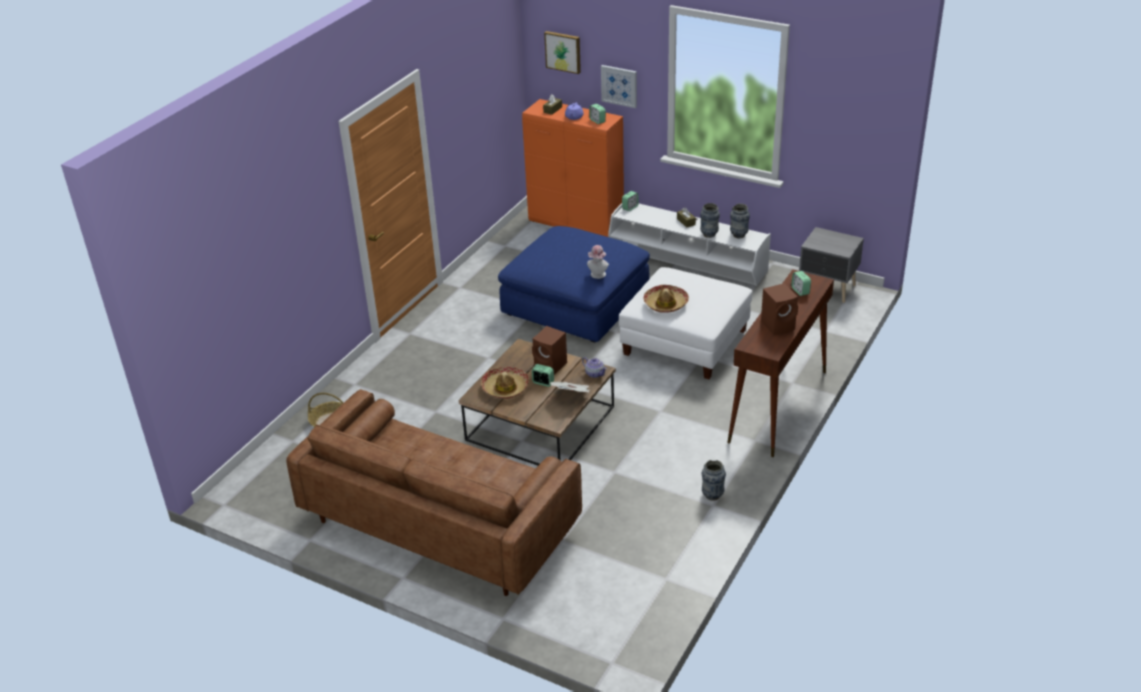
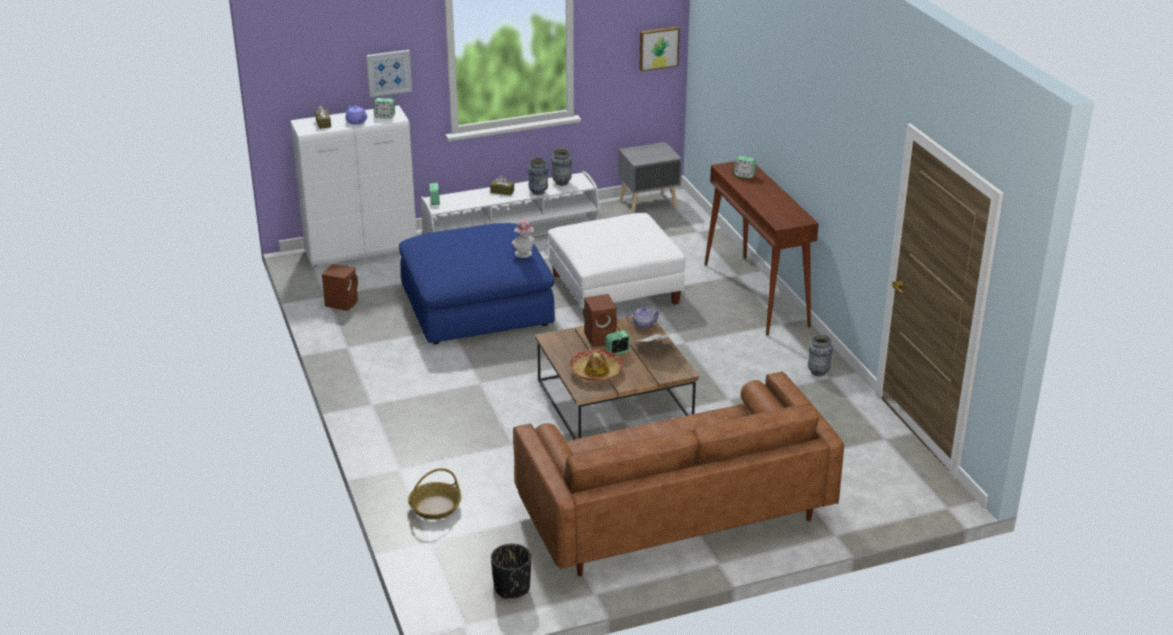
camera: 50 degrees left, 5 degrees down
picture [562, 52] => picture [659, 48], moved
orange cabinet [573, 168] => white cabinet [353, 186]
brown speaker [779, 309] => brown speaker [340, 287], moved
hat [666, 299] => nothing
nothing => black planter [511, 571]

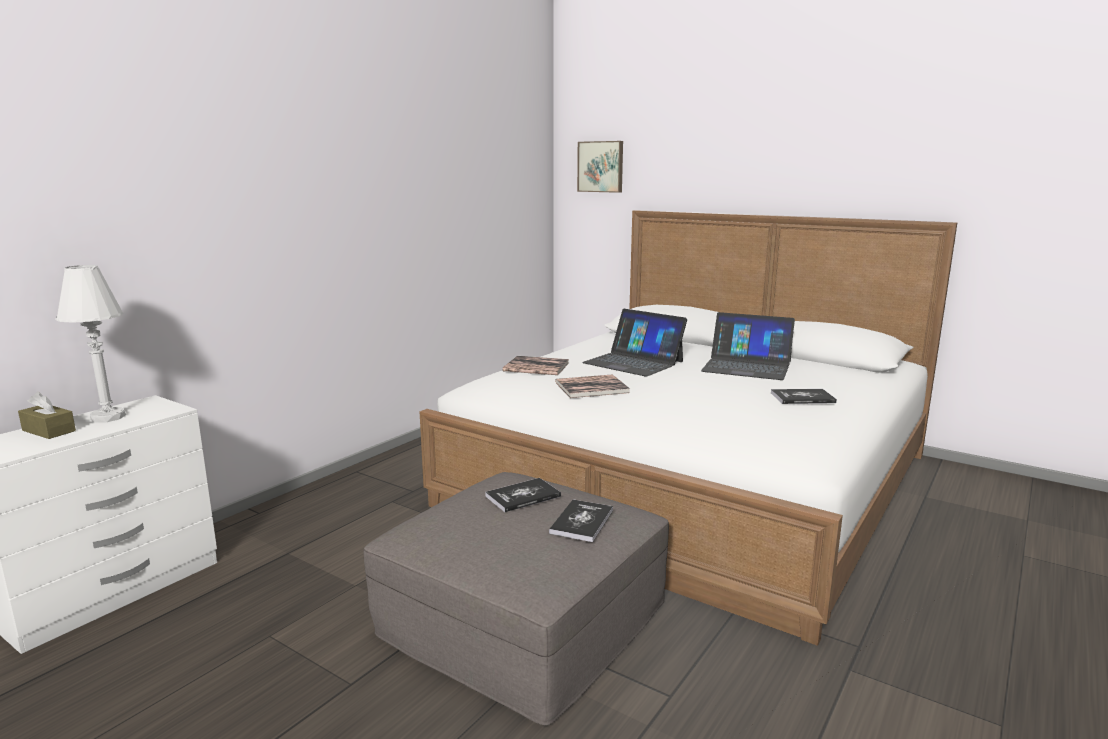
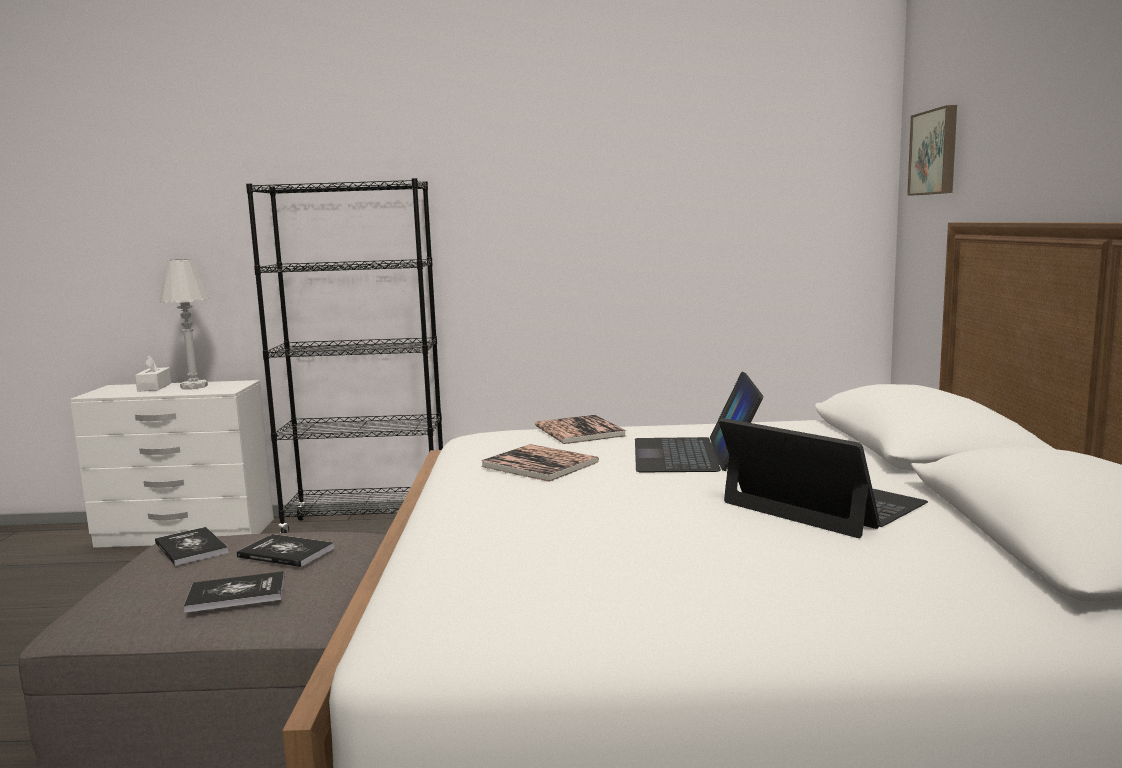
camera: 55 degrees right, 5 degrees down
laptop [748, 346] => laptop [823, 478], 150 degrees clockwise
book [804, 396] => book [192, 546], moved
brown tissue box [47, 415] => white tissue box [153, 373]
nothing => black bookcase [344, 355]

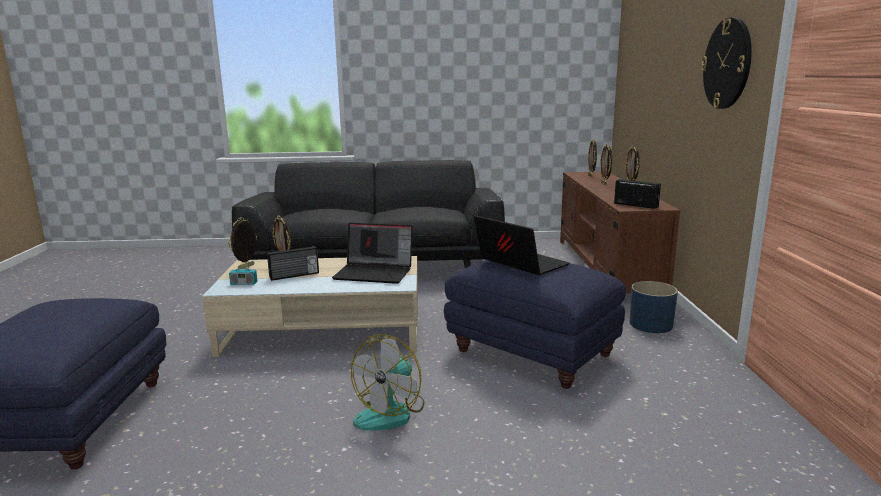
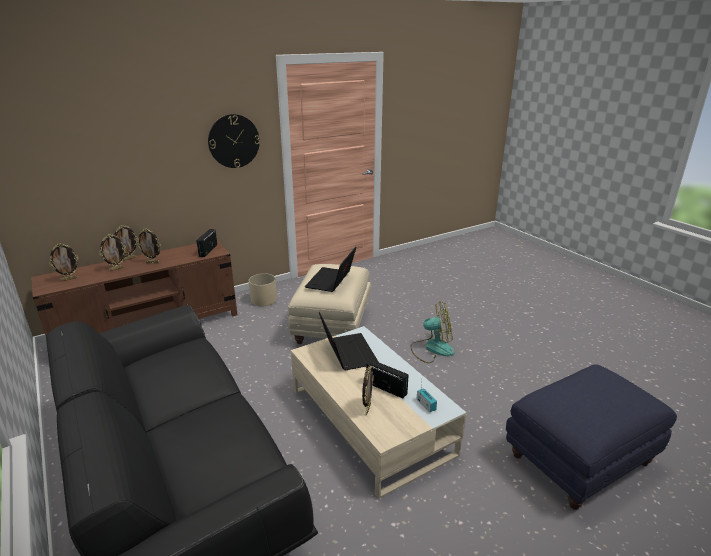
camera: 120 degrees left, 10 degrees up
picture frame [242, 243] => picture frame [149, 246], moved
blue ottoman [535, 324] => beige ottoman [329, 304]
blue planter [654, 307] => beige planter [263, 289]

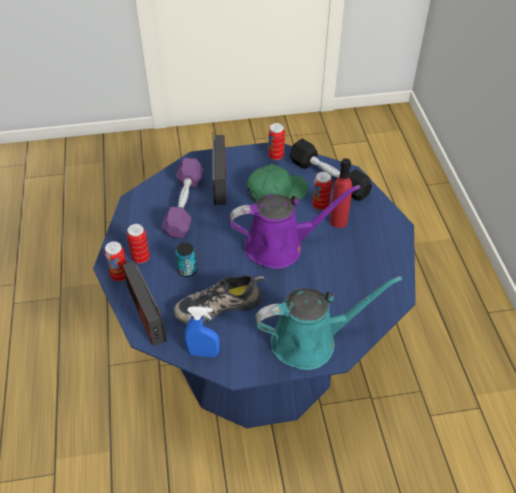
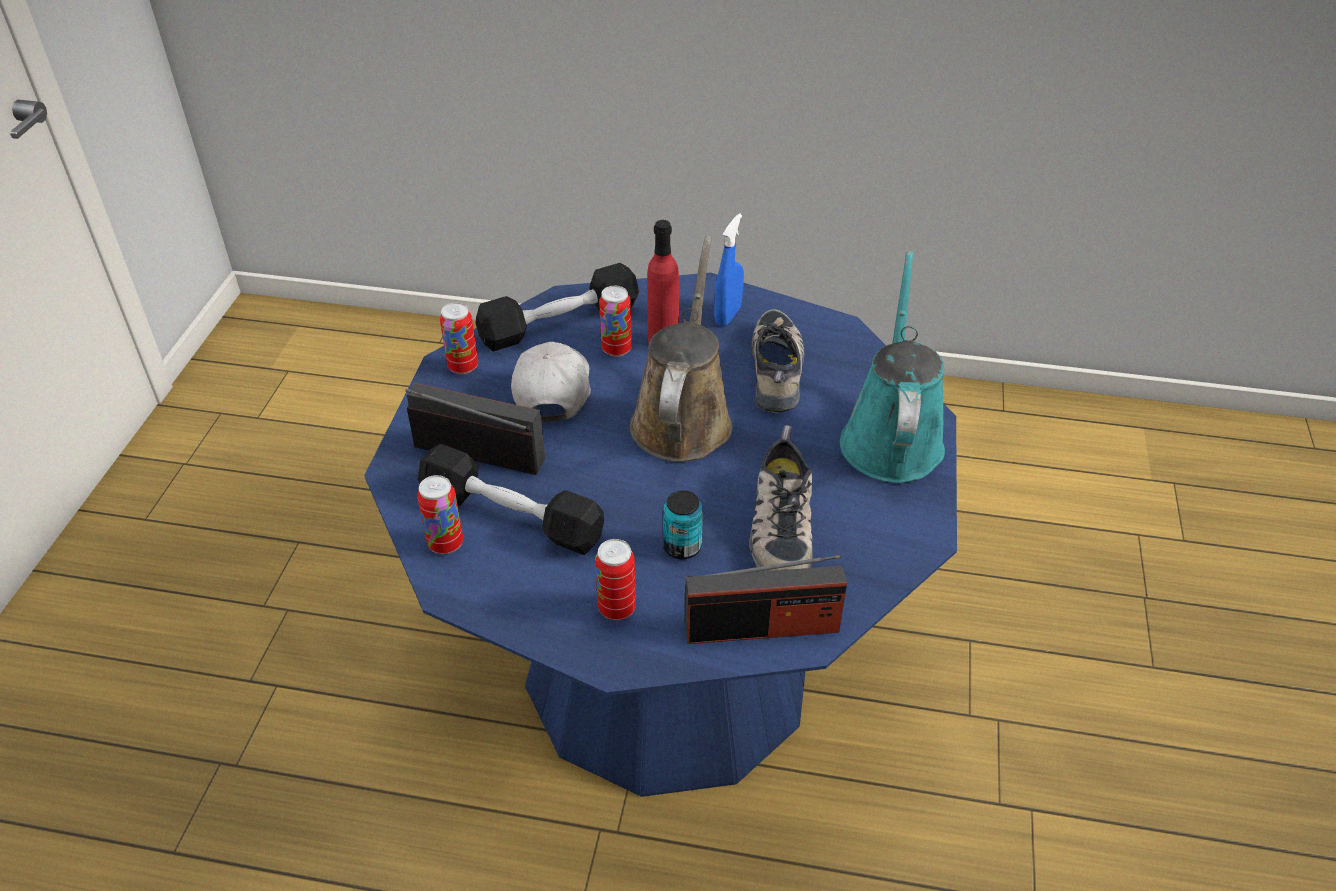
camera: 70 degrees left, 5 degrees down
purple dumbbell [183, 198] => black dumbbell [511, 499]
green cap [277, 183] => white cap [551, 382]
purple watering can [295, 227] => brown watering can [681, 349]
can [115, 261] => can [440, 514], moved
blue spray bottle [202, 331] => blue spray bottle [729, 269], moved
nothing => shoe [778, 361]

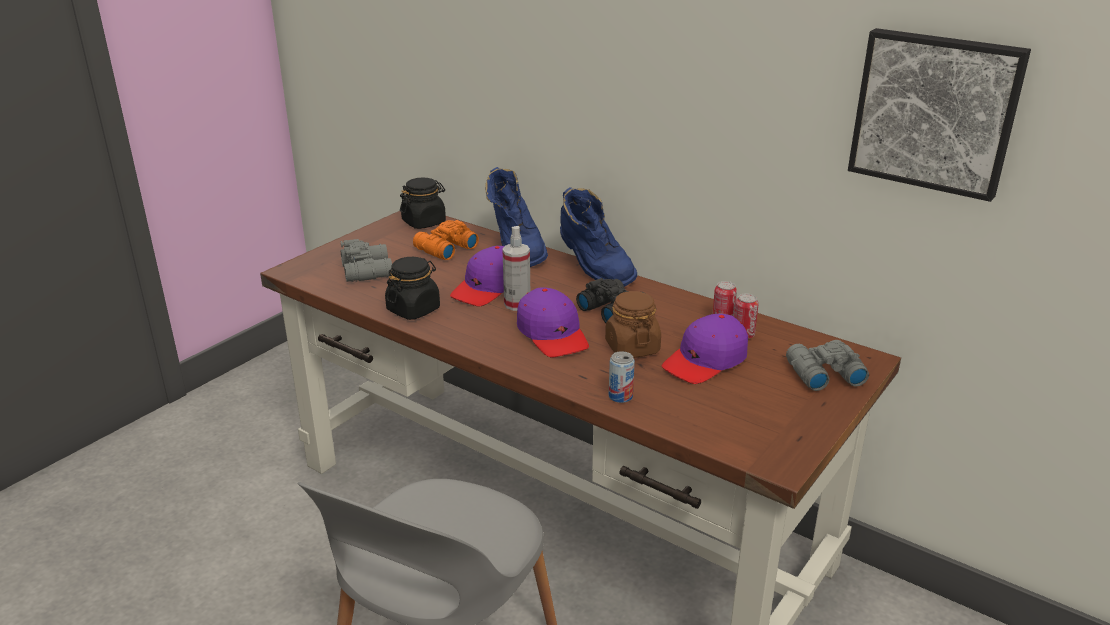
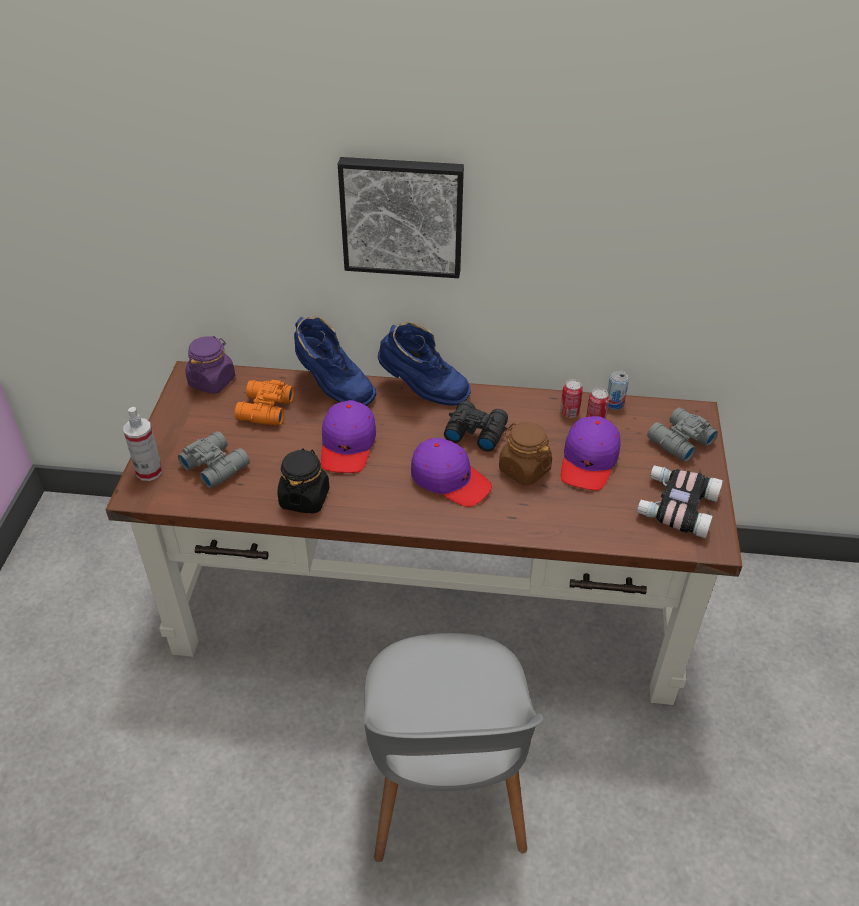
camera: 30 degrees left, 15 degrees up
picture [939, 115] => picture [401, 217], moved
black jar [423, 203] => purple jar [210, 365]
spray bottle [516, 268] => spray bottle [143, 444], moved
can [622, 377] => can [618, 390], moved
nothing => binoculars [680, 501]

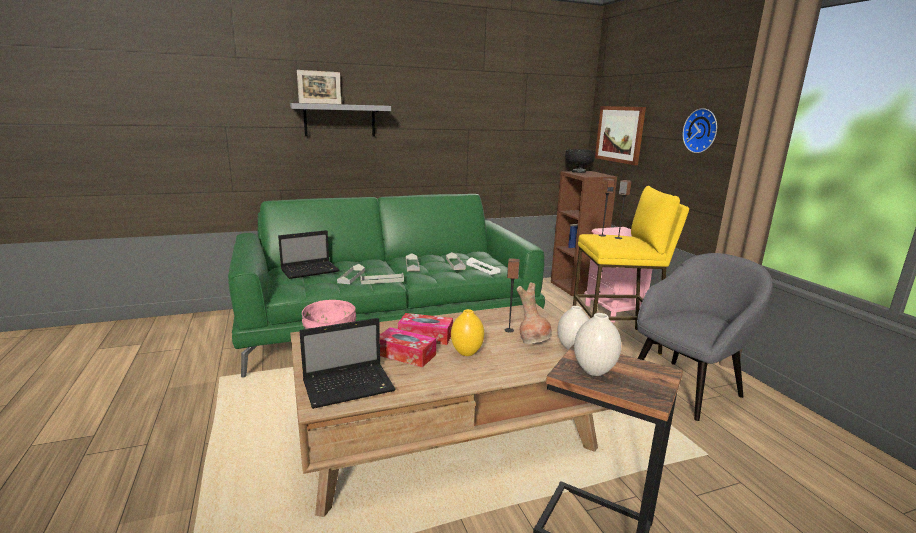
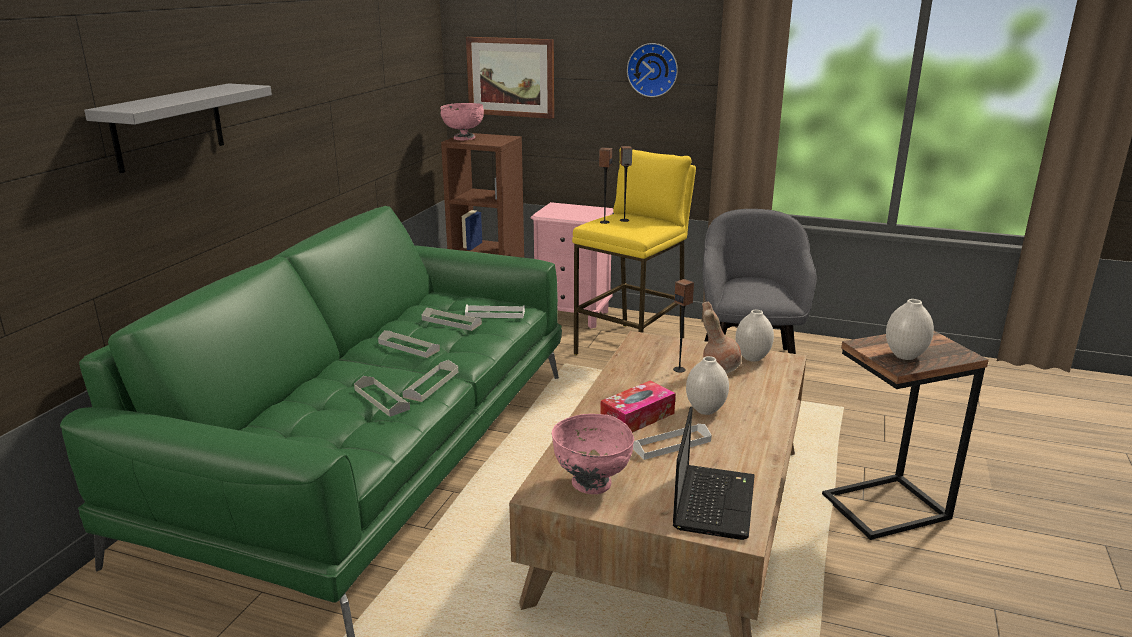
camera: 50 degrees left, 5 degrees up
picture frame [319, 87] => nothing
black bowl [580, 161] => pink bowl [462, 121]
laptop [308, 254] => nothing
yellow vase [467, 332] => white vase [707, 385]
tissue box [408, 347] => white tray [672, 442]

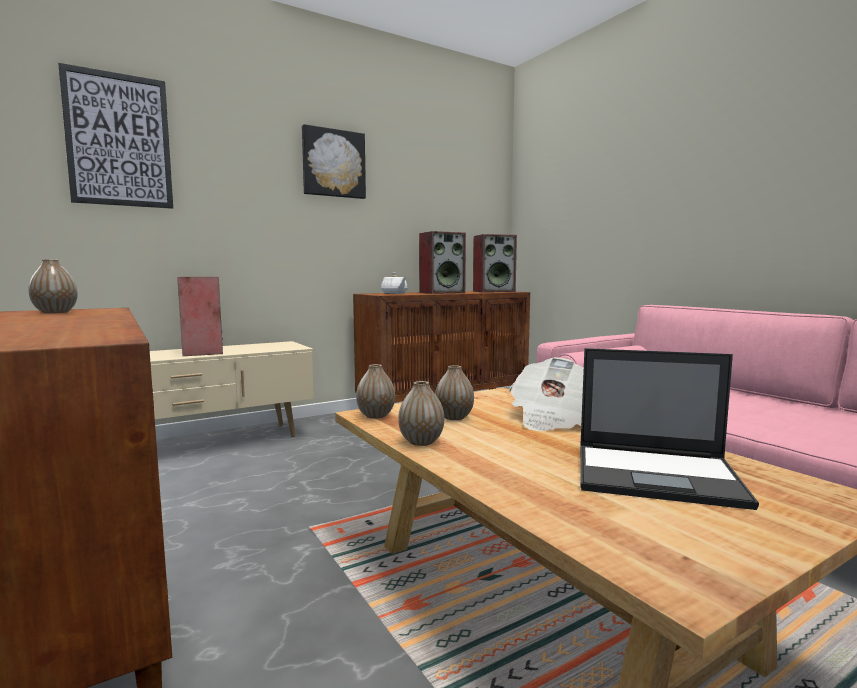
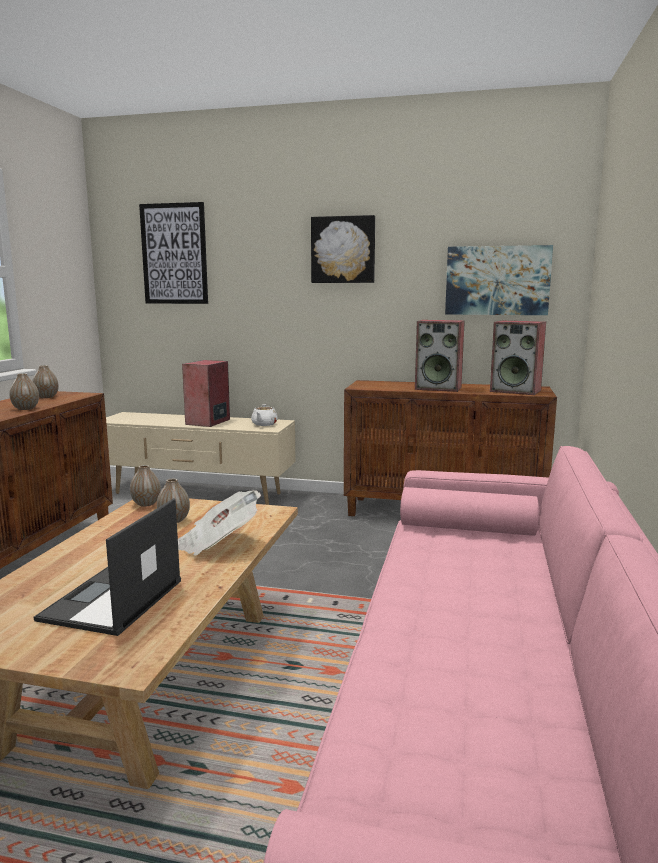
camera: 45 degrees right, 5 degrees up
white teapot [394, 283] => white teapot [264, 415], moved
laptop [669, 429] => laptop [107, 567], 45 degrees clockwise
vase [421, 413] => vase [24, 391], moved
nothing => picture [499, 280]

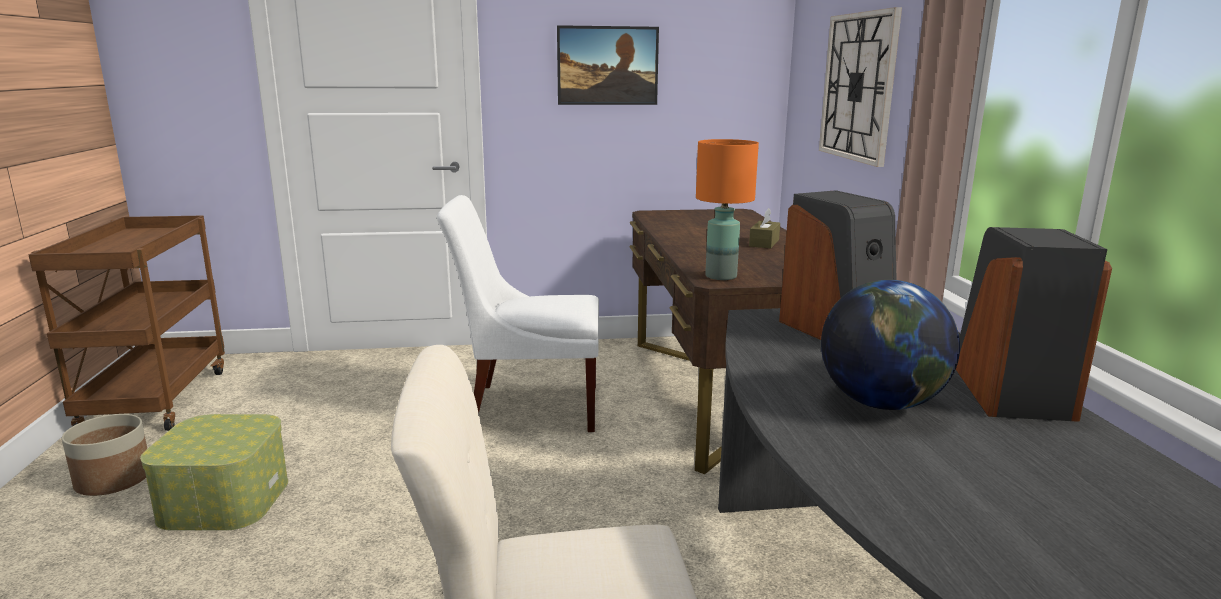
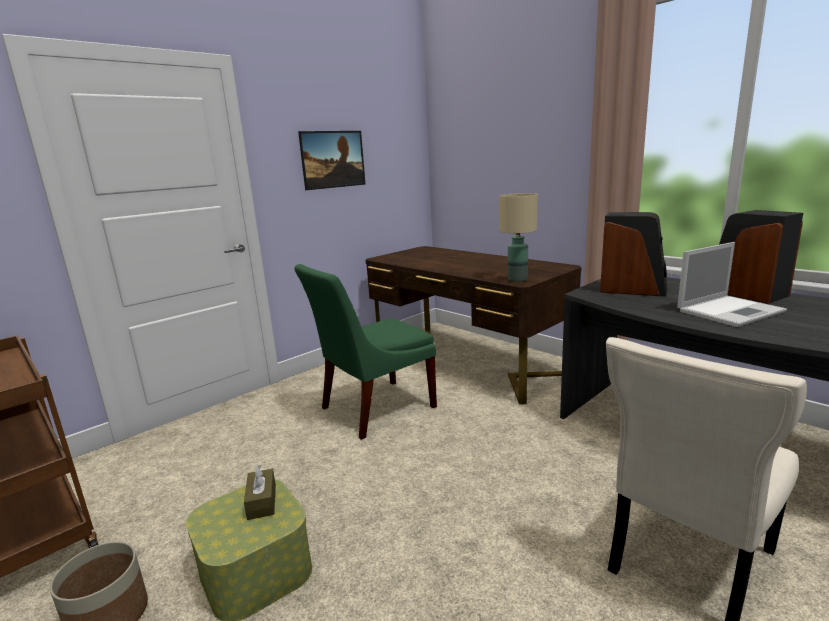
camera: 35 degrees left, 0 degrees up
wall clock [860, 87] => nothing
orange table lamp [727, 209] => beige table lamp [518, 237]
white chair [518, 313] => green chair [366, 352]
brown tissue box [764, 228] => brown tissue box [260, 492], moved
globe [890, 345] => laptop [732, 284]

